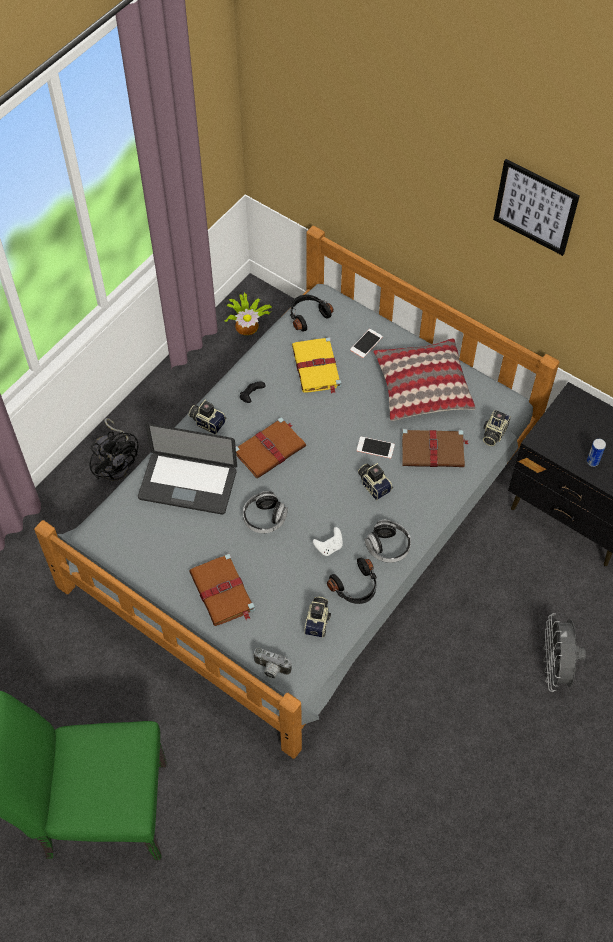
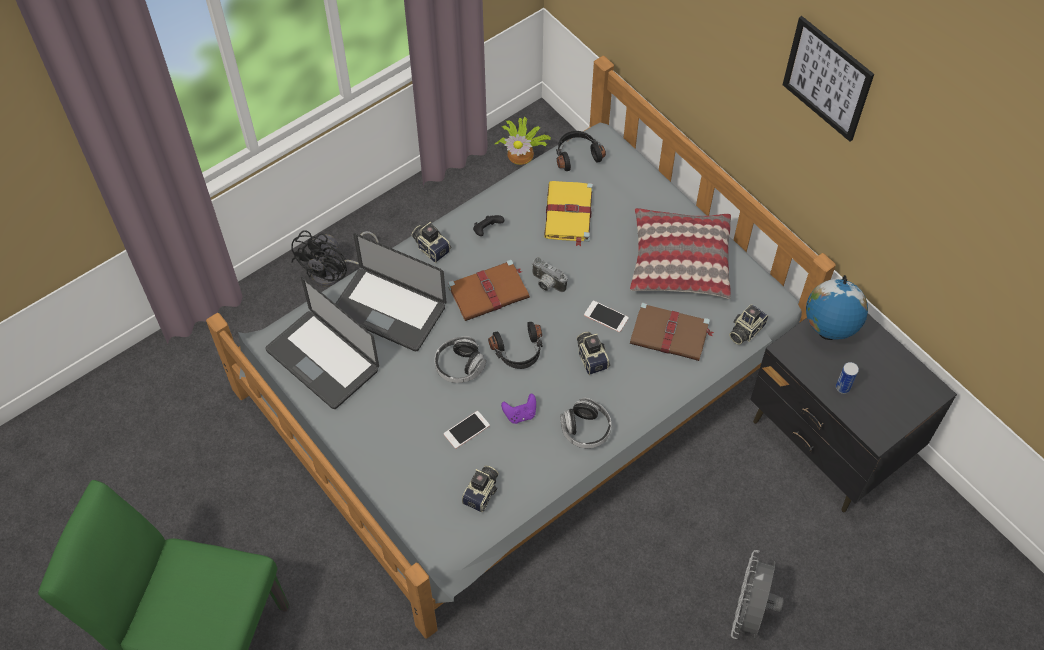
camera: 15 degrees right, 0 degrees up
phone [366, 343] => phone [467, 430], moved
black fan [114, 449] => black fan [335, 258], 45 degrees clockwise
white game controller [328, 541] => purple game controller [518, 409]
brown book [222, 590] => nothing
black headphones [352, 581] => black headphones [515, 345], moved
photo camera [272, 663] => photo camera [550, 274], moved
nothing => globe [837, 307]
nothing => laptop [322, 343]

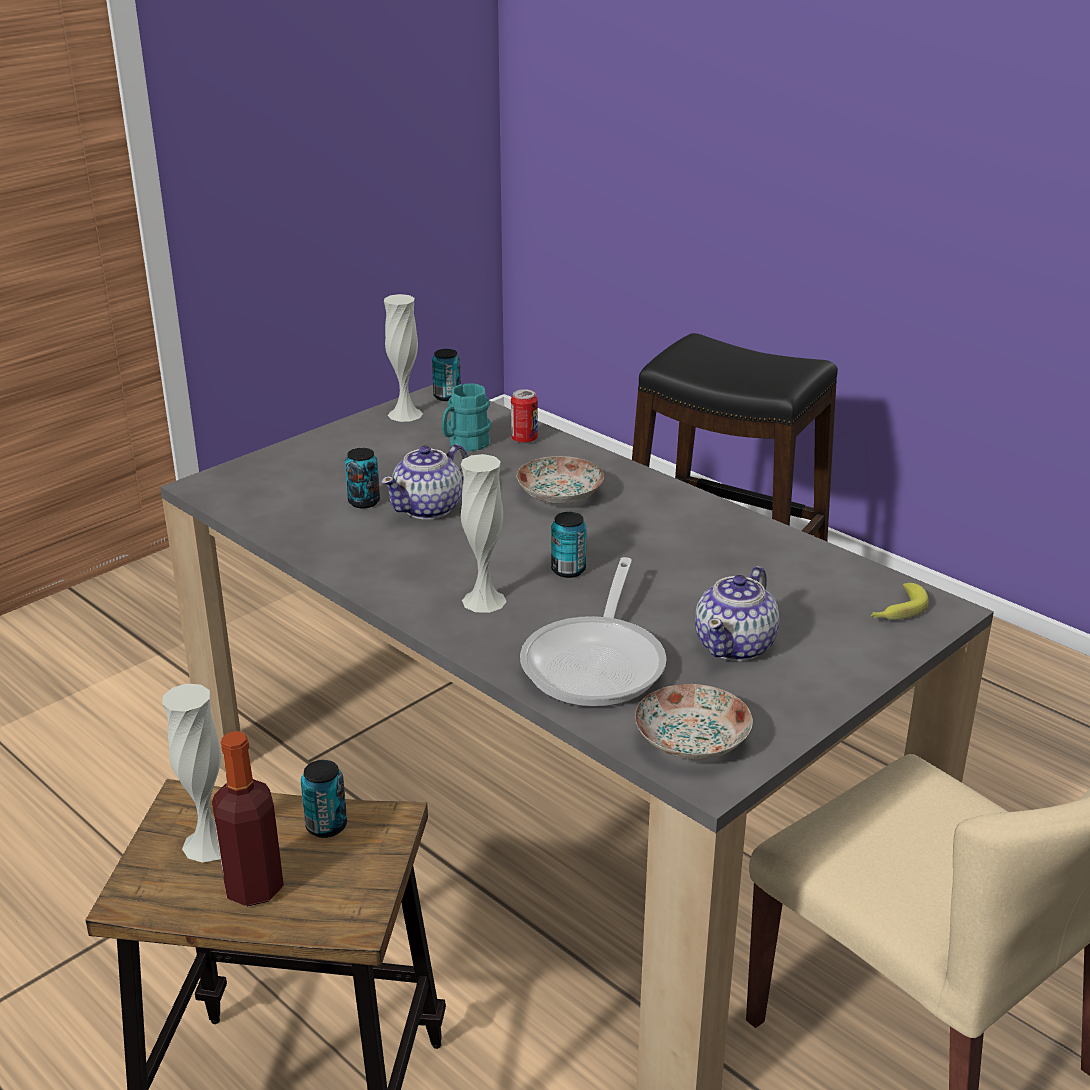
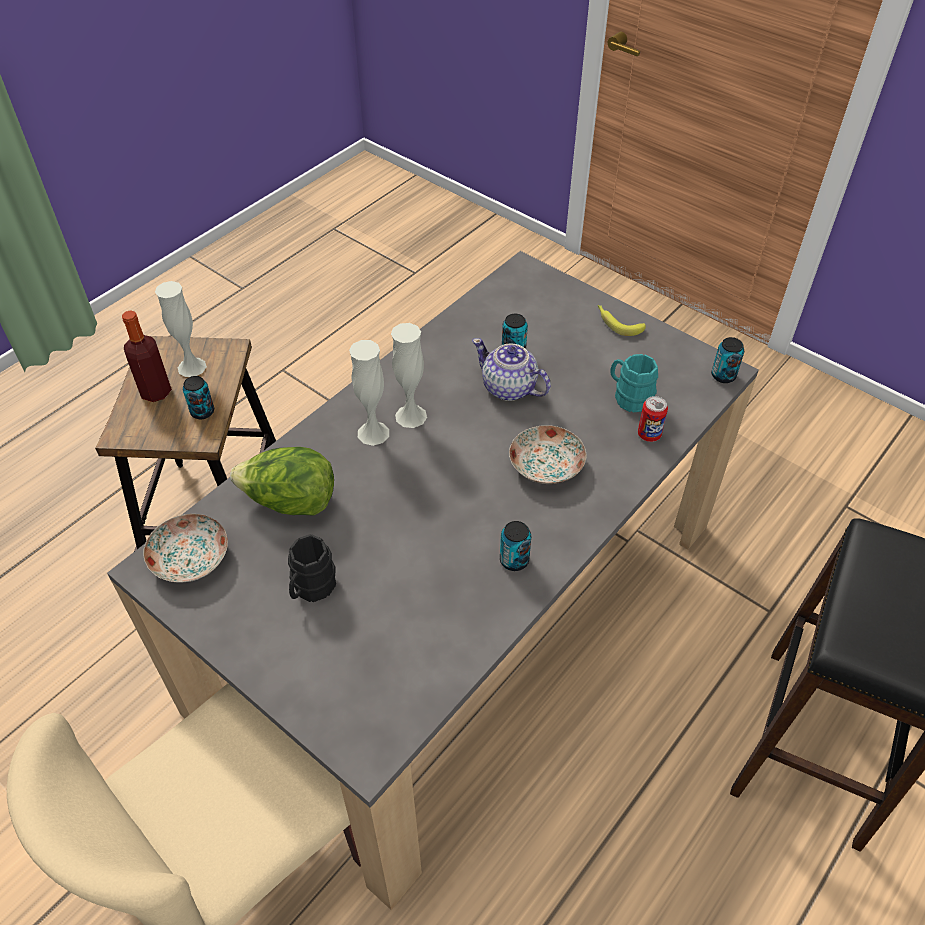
camera: 85 degrees right, 20 degrees up
white vase [403, 358] => white vase [409, 375], moved
can [569, 545] => can [515, 546], moved
frying pan [593, 632] => lettuce [282, 481]
teapot [737, 613] => black mug [312, 568]
banana [900, 601] => banana [622, 320], moved

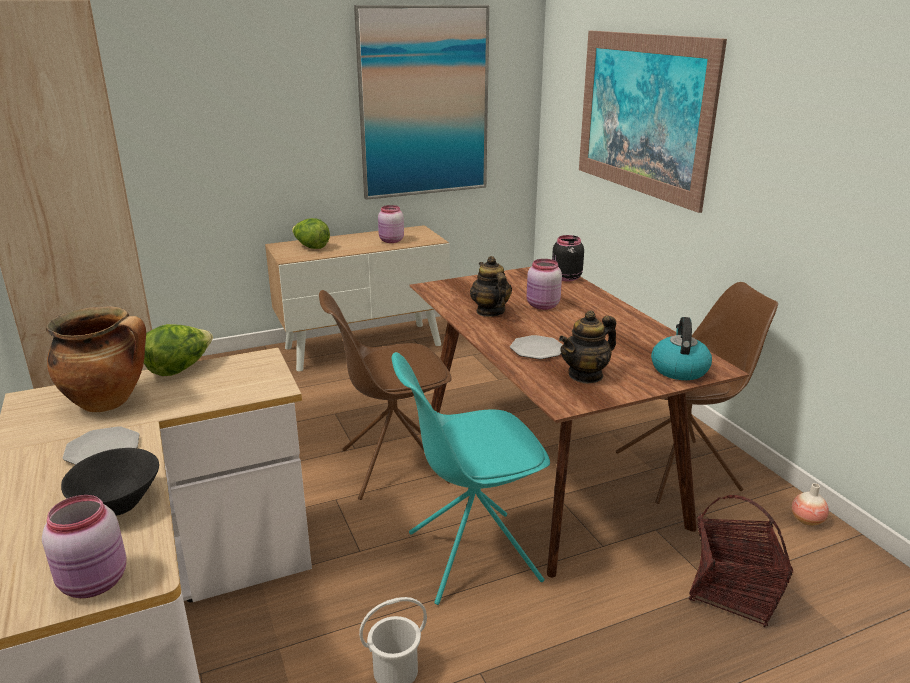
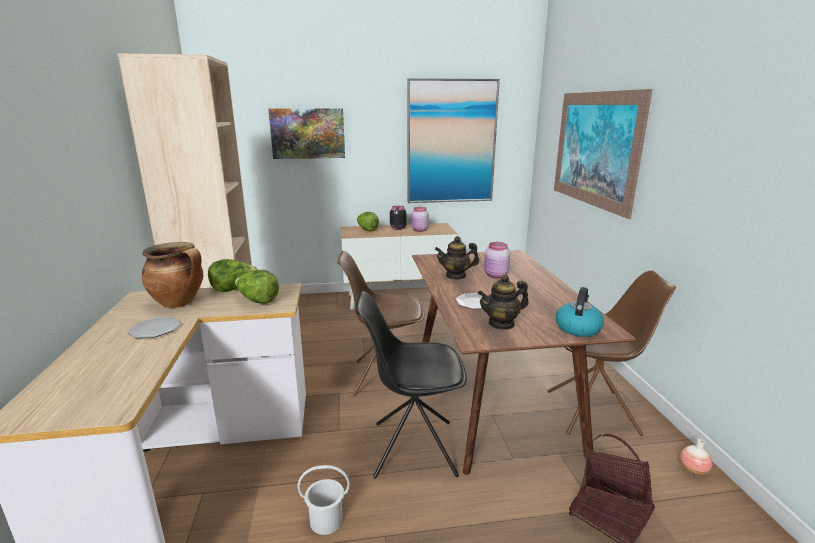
camera: 15 degrees right, 5 degrees down
black jar [568, 258] => black jar [398, 218], moved
teapot [491, 286] => teapot [457, 258], 90 degrees counterclockwise
turquoise chair [470, 478] => black chair [410, 385]
black bowl [110, 482] => nothing
pink jar [84, 546] => nothing
nothing => picture [306, 133]
nothing => lettuce [257, 287]

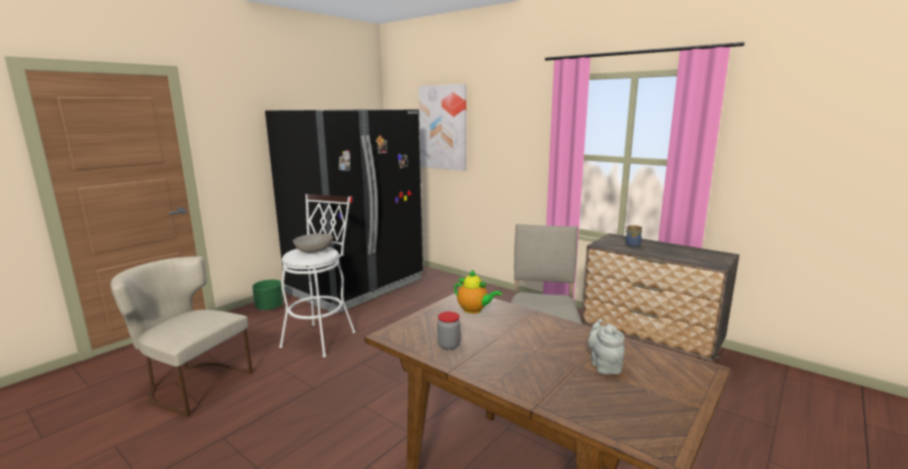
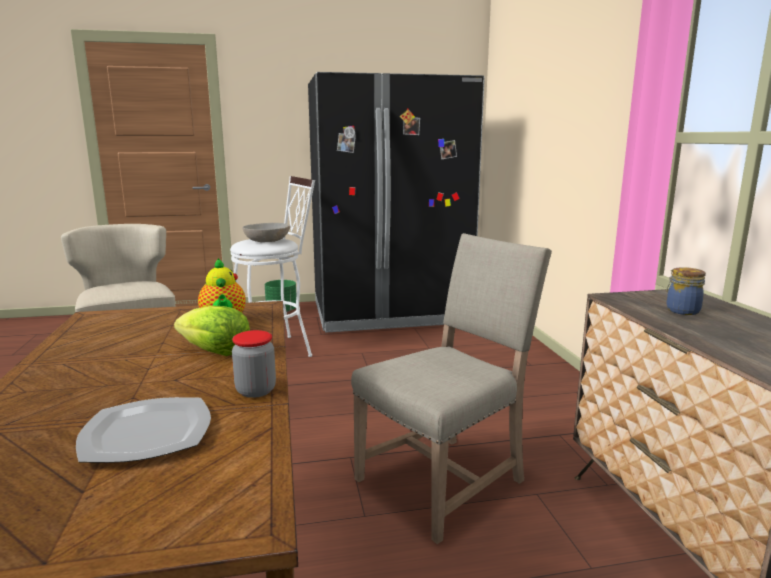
camera: 40 degrees right, 0 degrees up
picture [442, 127] => nothing
jar [448, 330] => jar [254, 364], moved
grey teapot [606, 346] => plate [143, 430]
nothing => lettuce [212, 330]

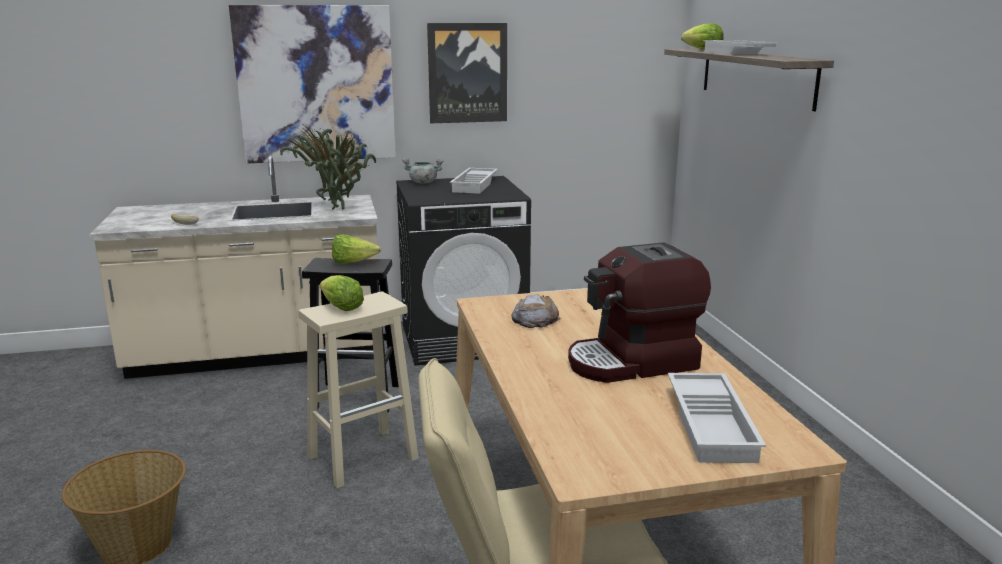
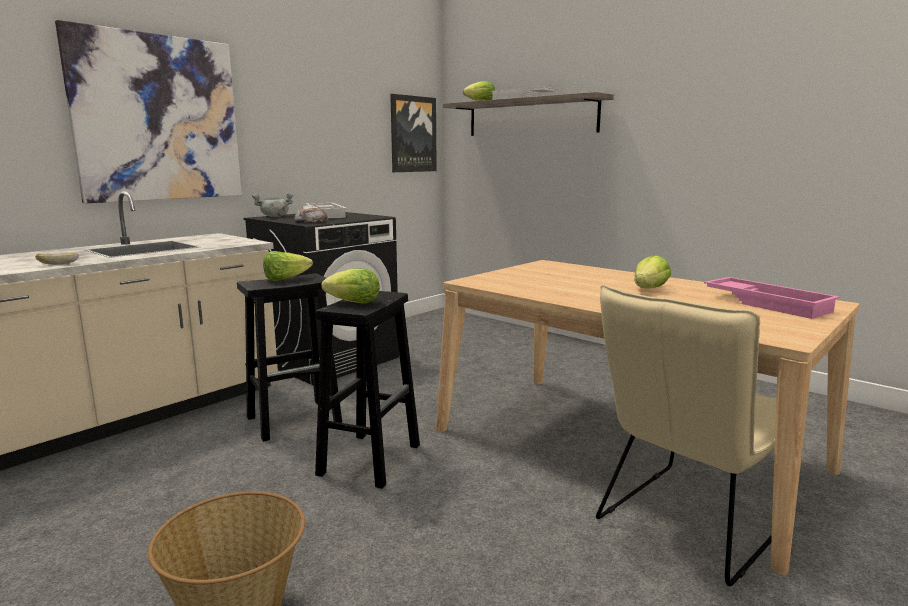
camera: 35 degrees left, 5 degrees down
picture [467, 73] => picture [413, 133], moved
potted plant [328, 167] => nothing
coffee machine [639, 312] => lettuce [652, 272]
beige stool [358, 390] => black stool [367, 390]
bread [536, 311] => bread [311, 214], moved
white tray [717, 418] => pink tray [772, 298]

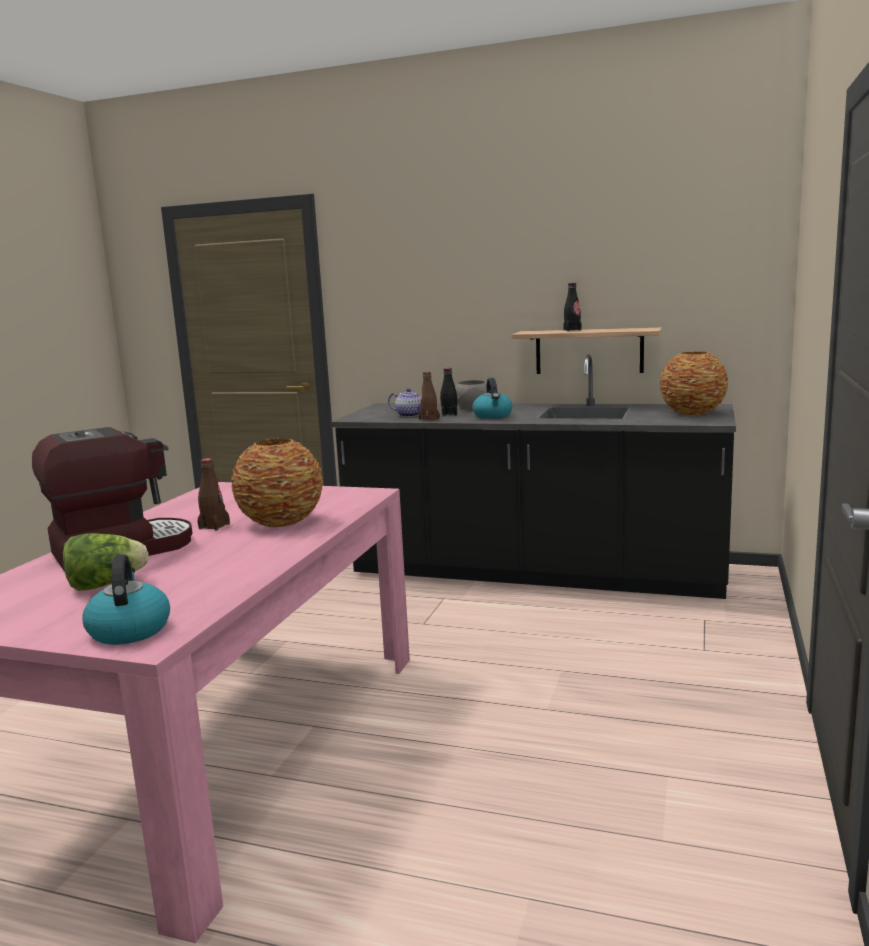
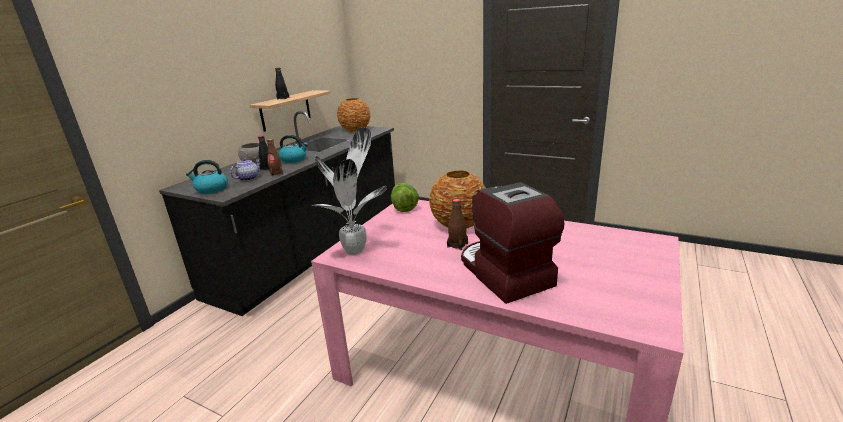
camera: 80 degrees left, 10 degrees up
lettuce [106, 562] => lettuce [405, 197], moved
kettle [126, 599] => kettle [207, 177], moved
nothing => potted plant [349, 191]

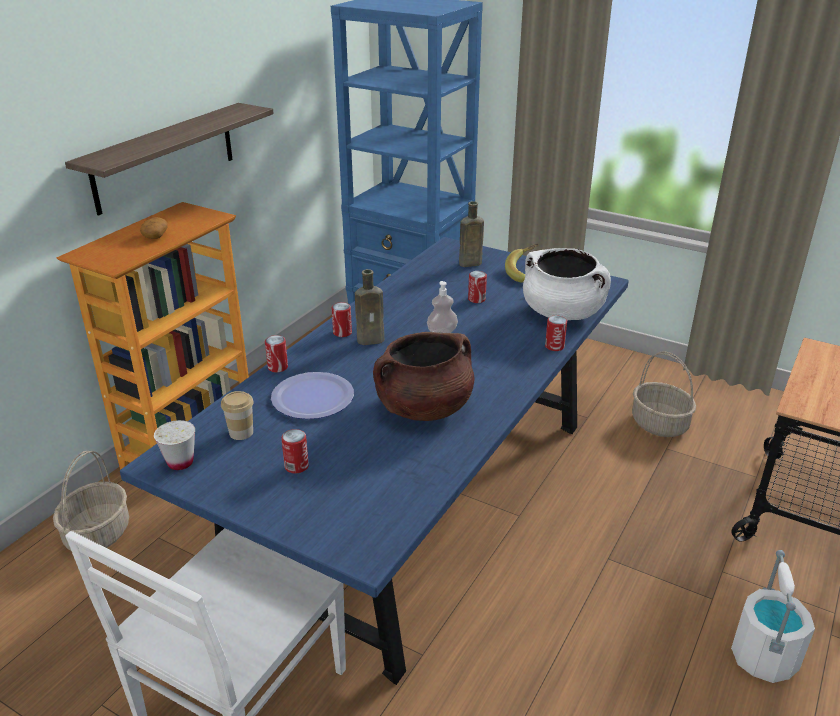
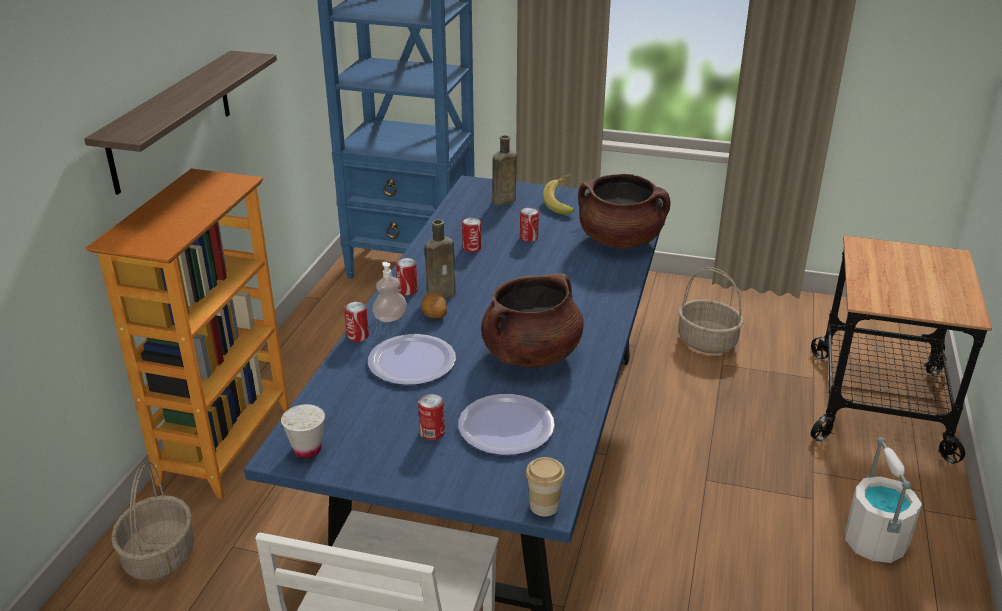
camera: 15 degrees left, 0 degrees up
potato [154, 228] => potato [434, 305], moved
white cooking pot [567, 284] => brown cooking pot [624, 211]
soap dispenser [442, 307] => soap dispenser [389, 292], moved
can [556, 333] => can [471, 235], moved
cup [237, 415] => cup [545, 487], moved
nothing => plate [506, 424]

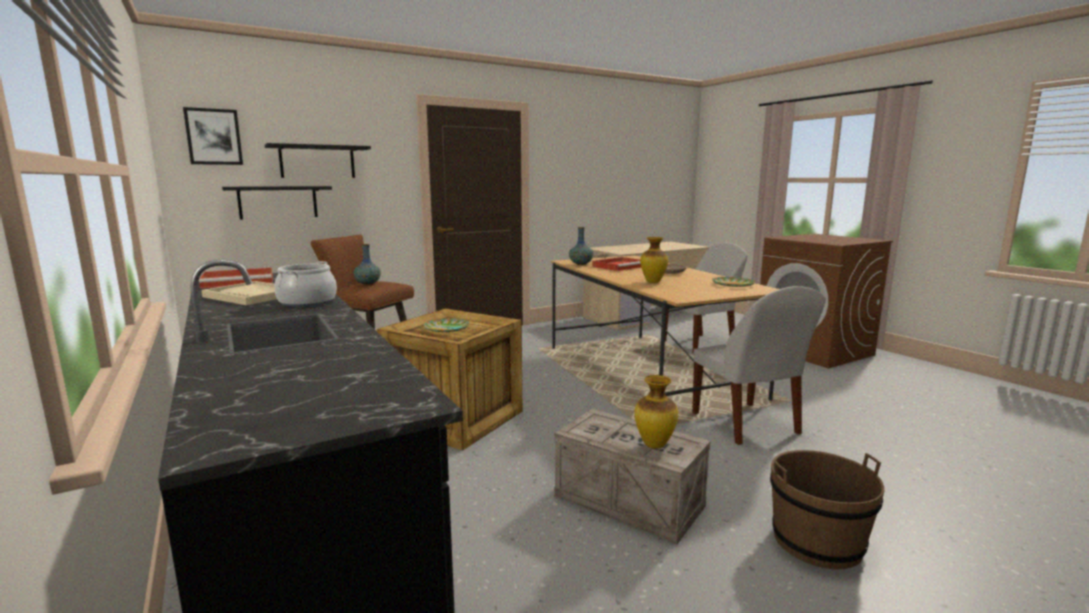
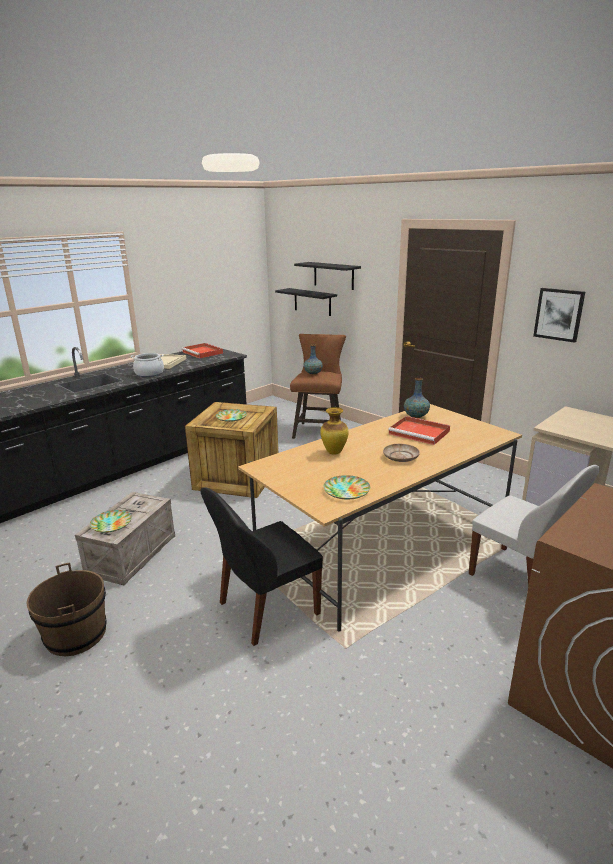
camera: 75 degrees right, 10 degrees up
picture [213, 136] => picture [559, 315], moved
white chair [759, 365] => black chair [261, 566]
vase [656, 412] => plate [111, 521]

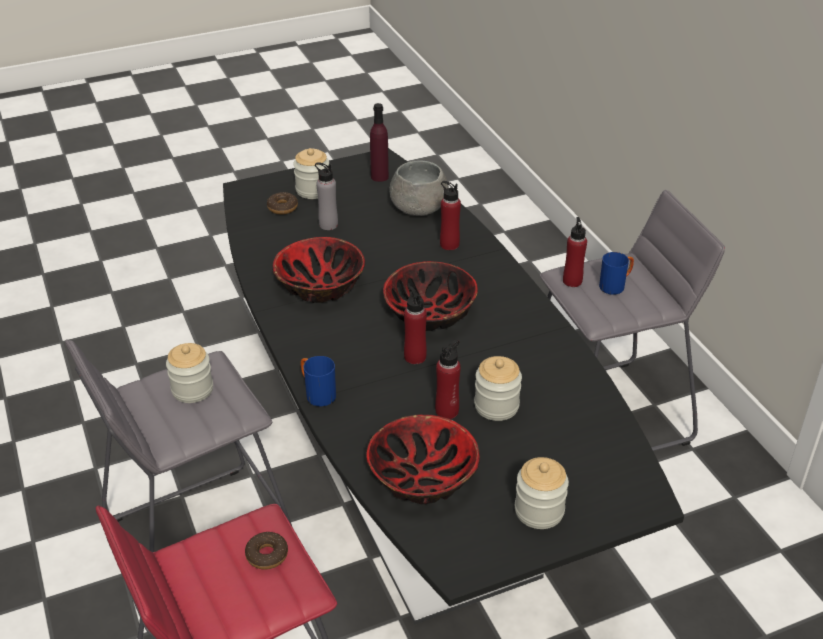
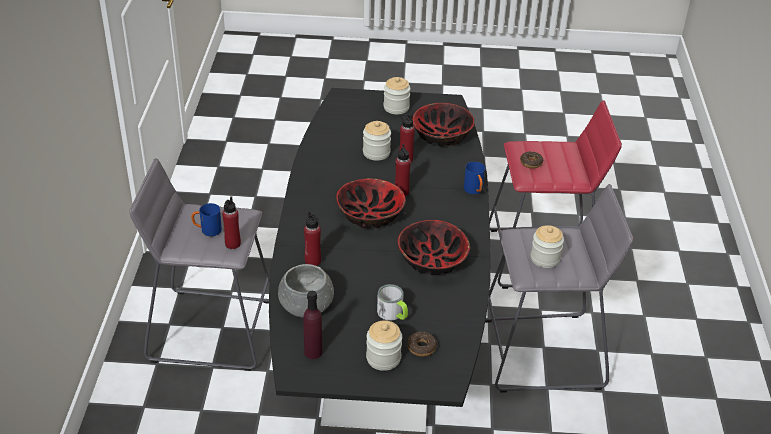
camera: 155 degrees left, 0 degrees up
grey bottle [326, 196] => mug [392, 302]

